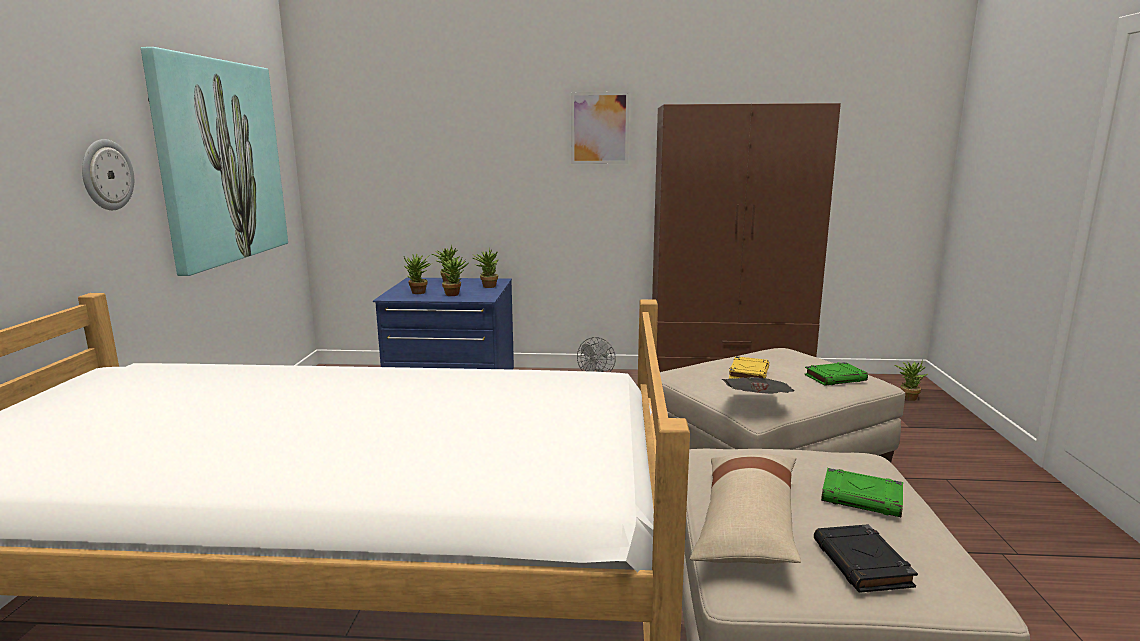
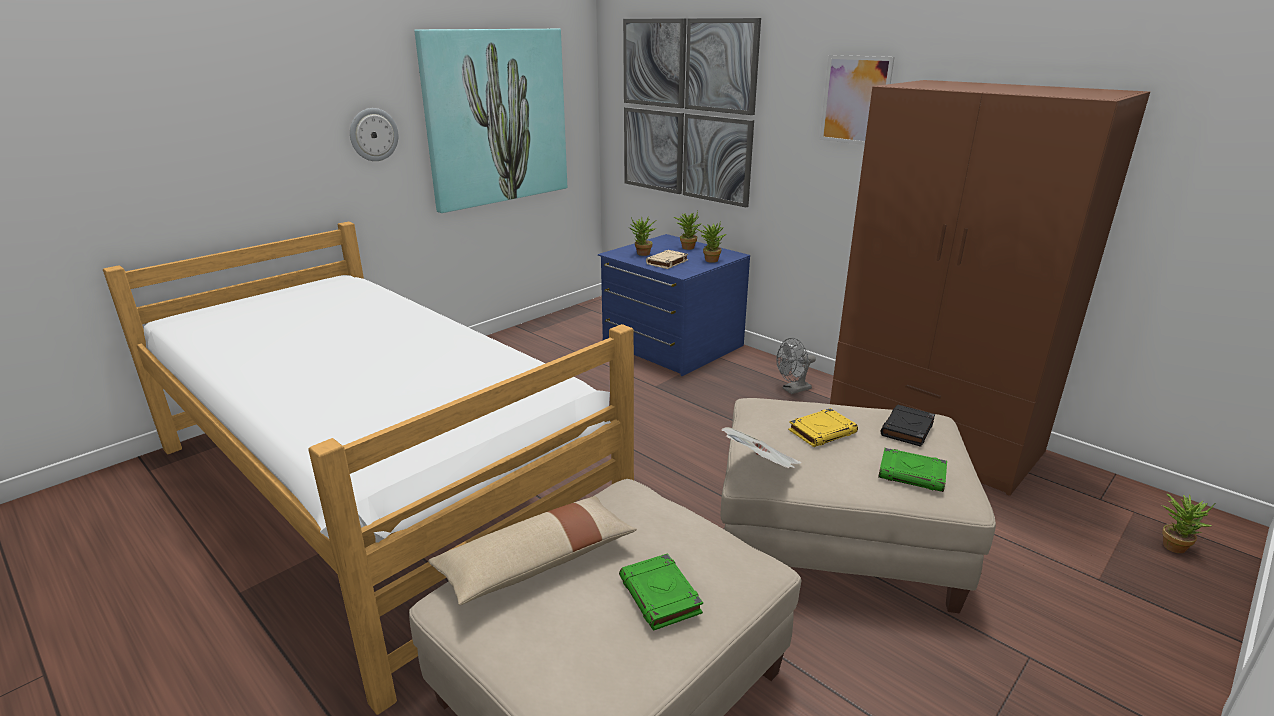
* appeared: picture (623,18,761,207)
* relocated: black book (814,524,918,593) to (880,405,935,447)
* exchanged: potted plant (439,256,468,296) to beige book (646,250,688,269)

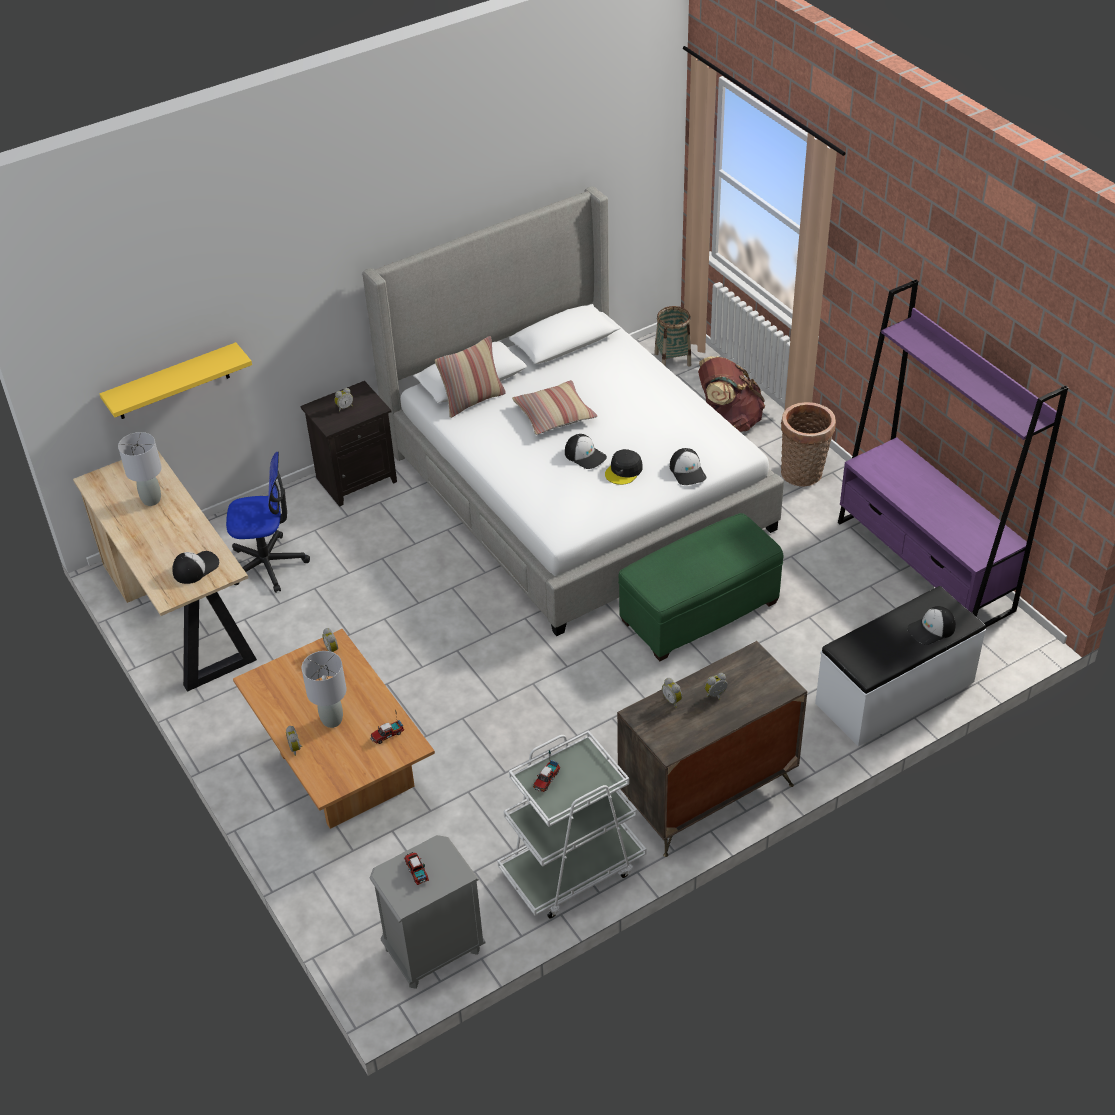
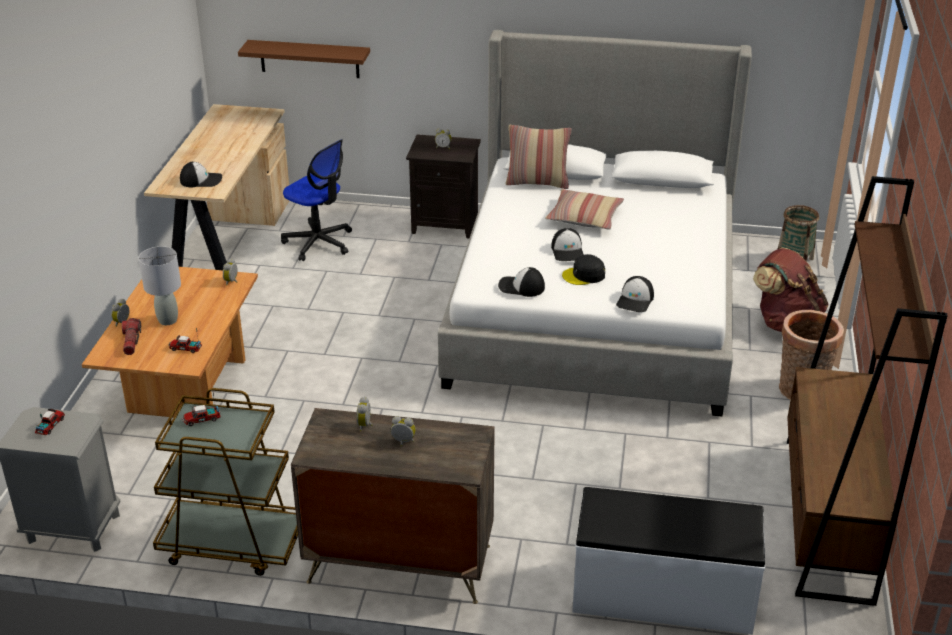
* missing: grey table lamp (118,432,162,506)
* missing: green ottoman (618,513,783,661)
* appeared: flashlight (122,318,142,355)
* relocated: cap (907,606,956,645) to (498,267,545,297)
* colour: yellow shelf (100,342,252,419) to brown shelf (238,40,370,78)
* colour: white cart (497,730,646,919) to brown cart (153,388,298,576)
* colour: purple bookcase (838,280,1068,627) to brown bookcase (787,176,948,606)

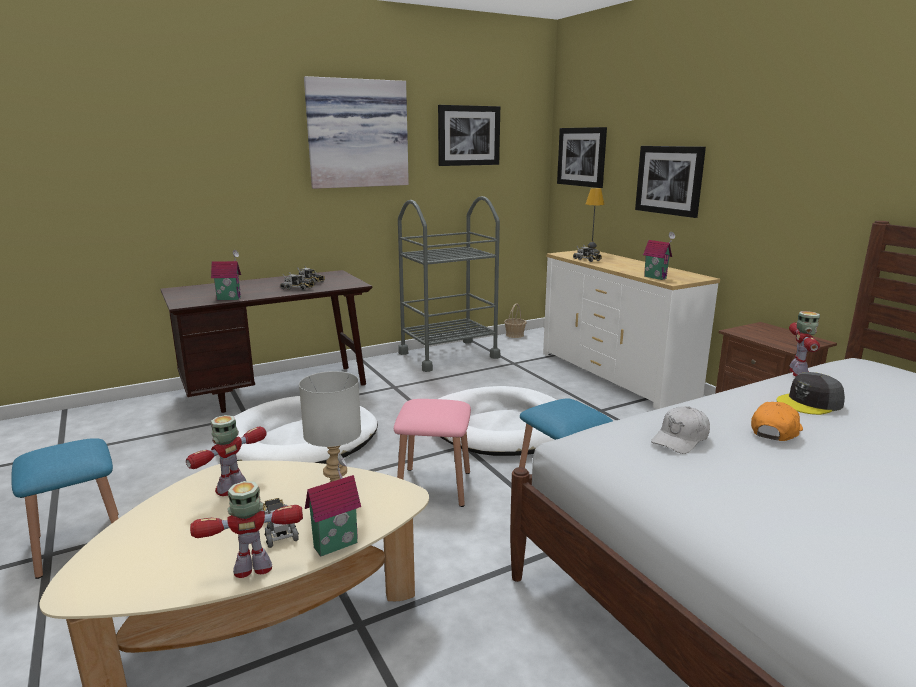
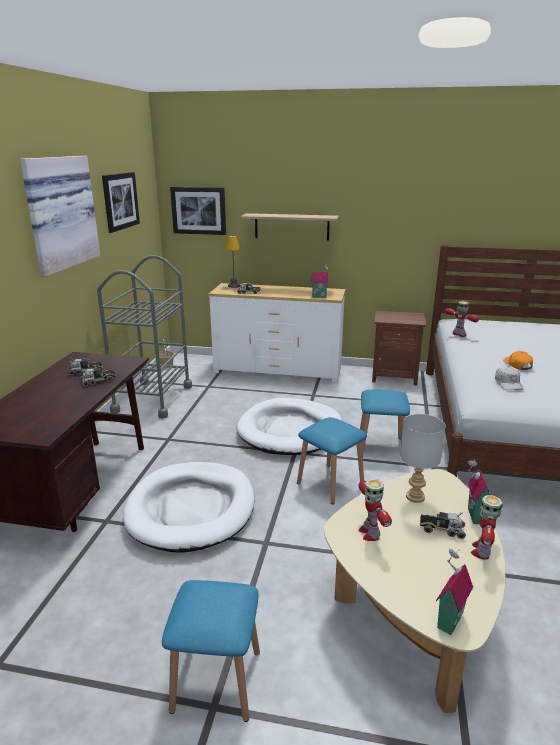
* missing: grey cap (776,372,845,415)
* relocated: toy house (211,250,241,300) to (436,549,473,635)
* exchanged: picture (635,146,706,218) to shelf (241,213,339,241)
* colour: pink stool (394,399,471,507) to blue stool (297,417,367,505)

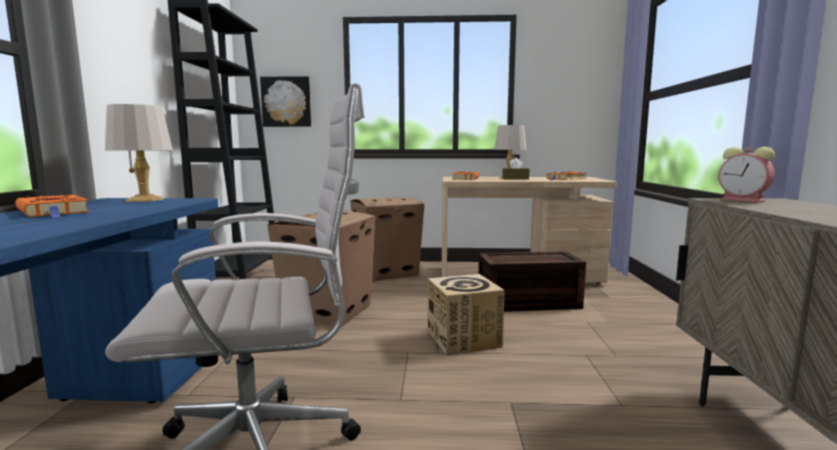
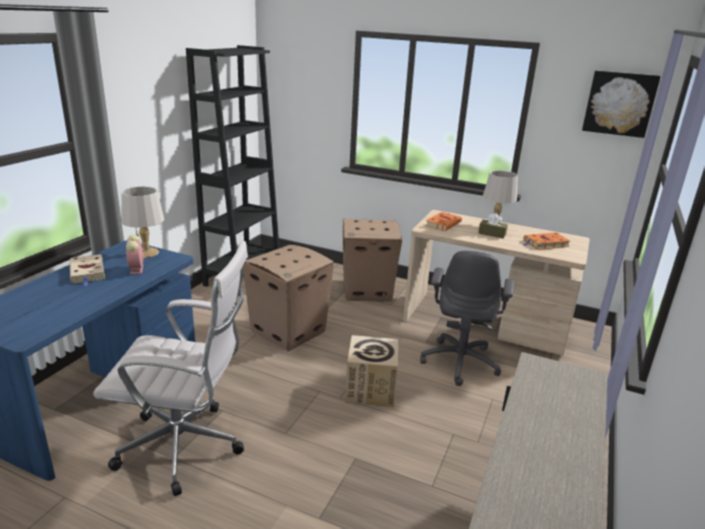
* relocated: picture (260,76,311,127) to (582,71,661,138)
* relocated: alarm clock (718,147,775,203) to (126,234,146,275)
* exchanged: brown storage box (478,251,586,312) to grey office chair (420,251,514,386)
* colour: orange book (15,195,90,218) to beige book (70,254,105,286)

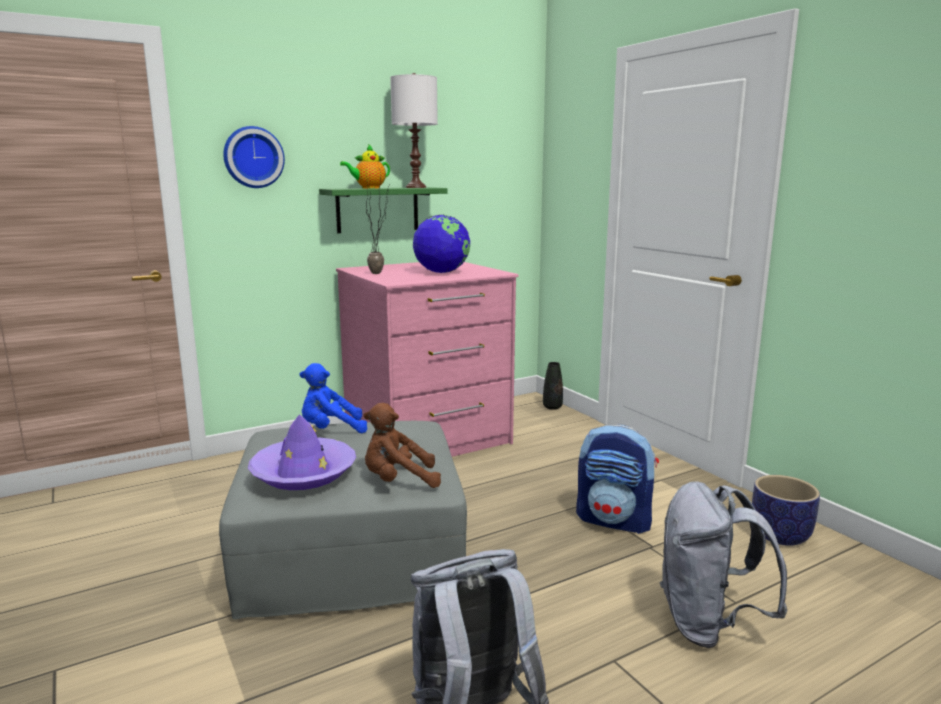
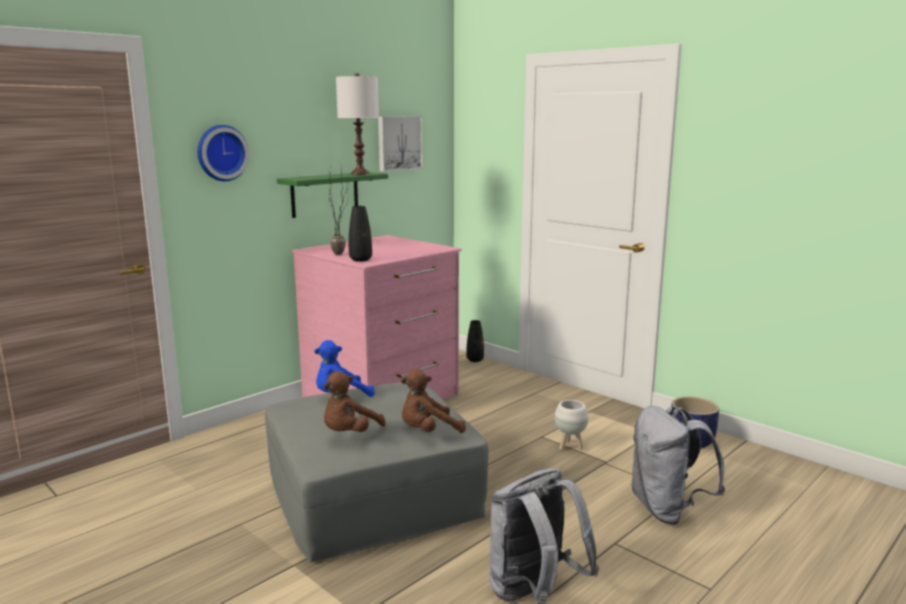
* missing: teapot (340,144,390,189)
* missing: globe (413,214,470,273)
* appeared: black vase (349,206,372,262)
* appeared: picture (378,116,423,172)
* exchanged: purple hat (248,414,356,490) to brown plush toy (324,371,386,432)
* exchanged: backpack (576,425,659,534) to white planter (555,400,588,450)

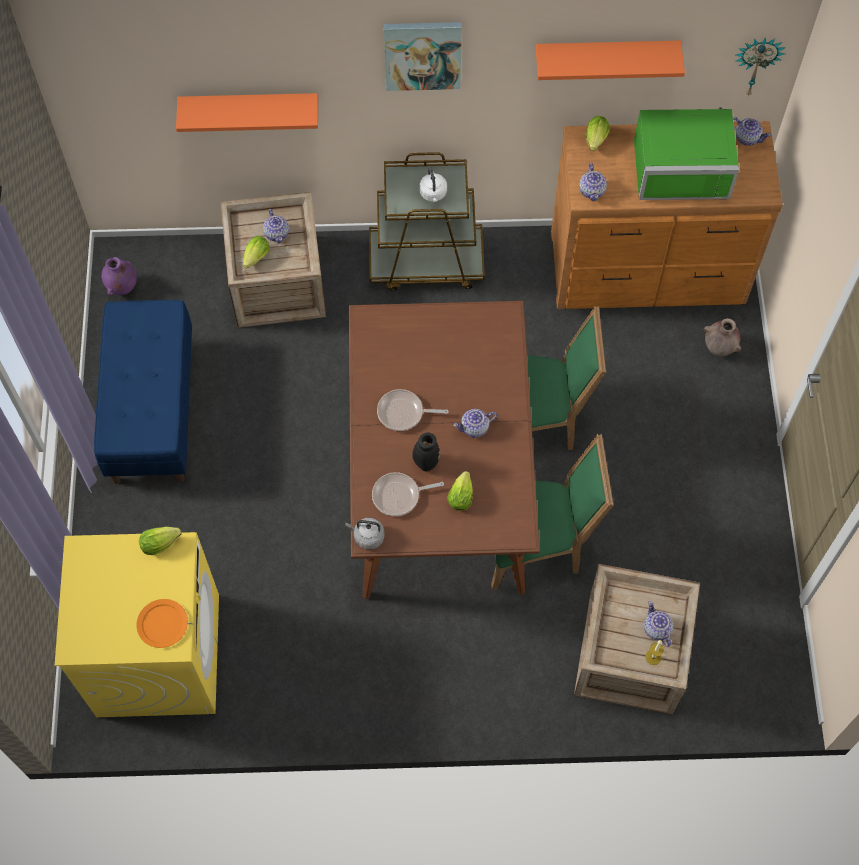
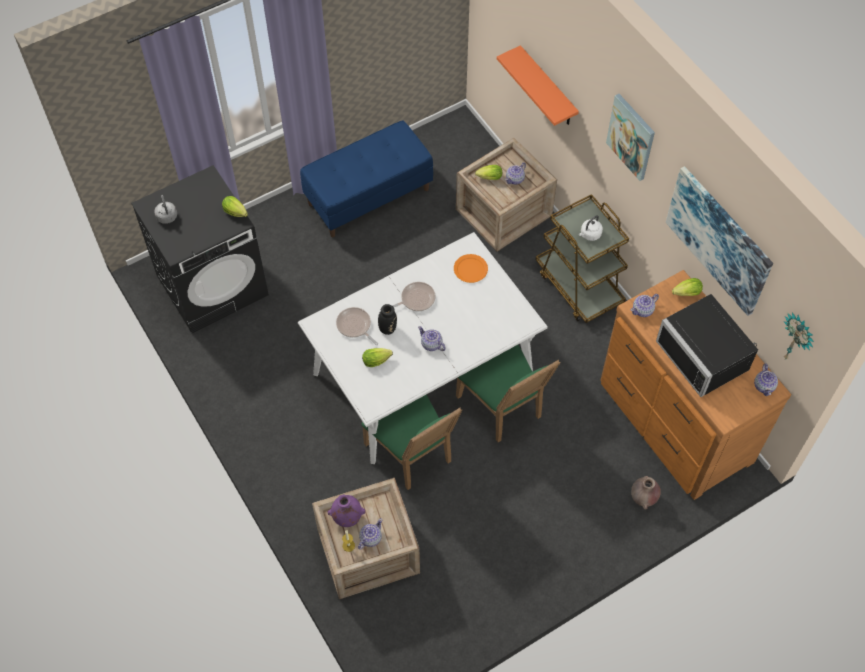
* relocated: purple vase (101,257,137,296) to (328,494,365,527)
* relocated: orange plate (136,599,188,648) to (454,254,488,283)
* relocated: grey kettle (345,518,384,550) to (154,195,177,224)
* exchanged: orange shelf (536,40,685,80) to picture (666,166,773,316)
* colour: yellow washing machine (55,532,219,717) to black washing machine (131,165,269,333)
* colour: brown dining table (349,301,540,599) to white dining table (298,232,548,464)
* colour: green microwave (634,107,739,200) to black microwave (656,294,758,397)
* spun: frying pan (377,389,448,431) = (392,282,435,311) 90 degrees clockwise

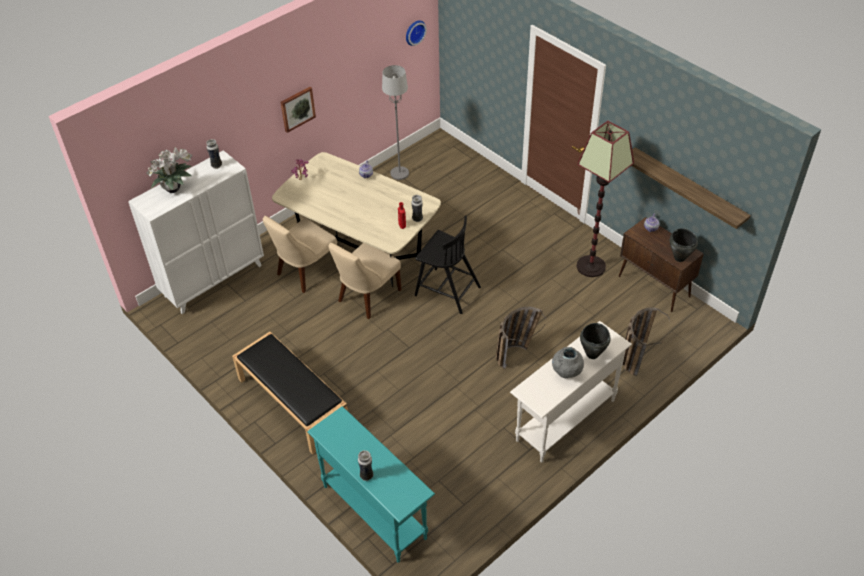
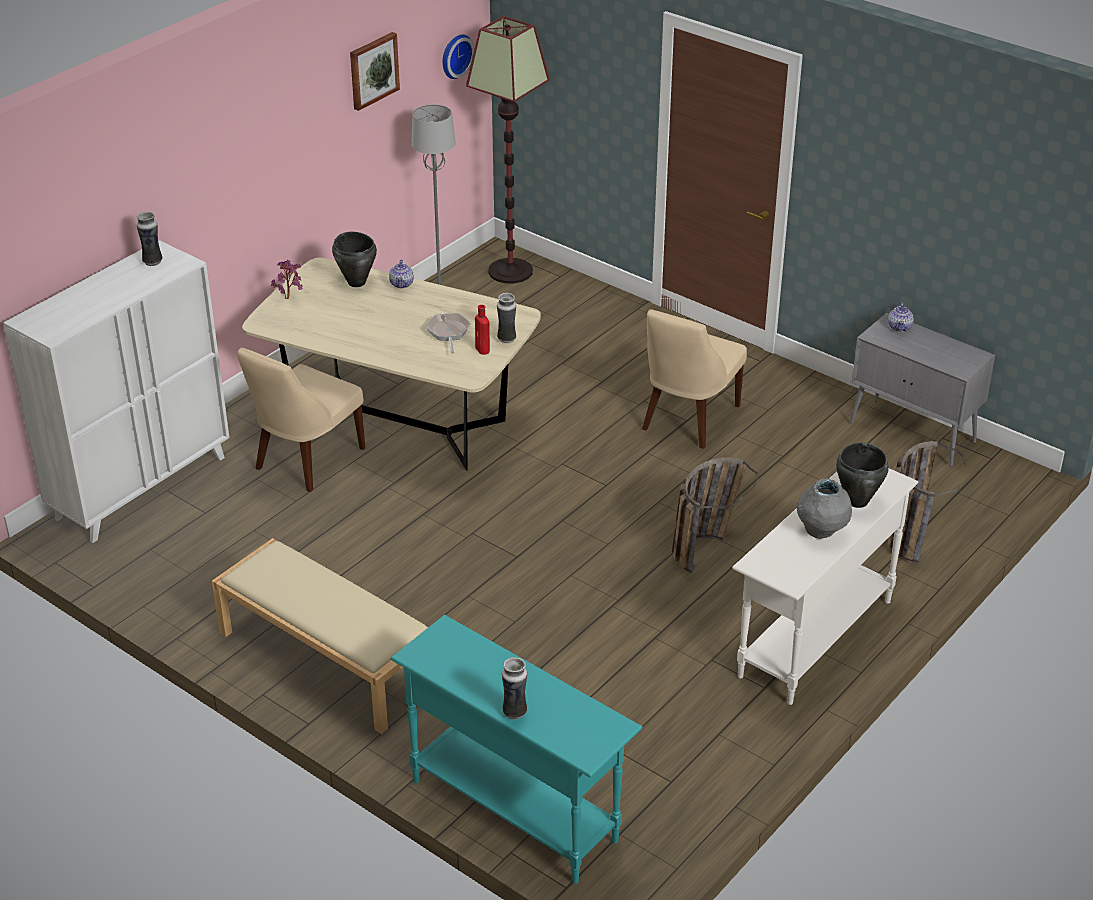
* missing: potted plant (146,148,193,193)
* missing: black chair (415,216,481,314)
* missing: shelf (631,147,751,229)
* appeared: frying pan (425,313,471,354)
* relocated: picture (281,87,316,133) to (350,32,400,111)
* relocated: beige chair (329,243,401,319) to (642,309,747,449)
* relocated: floor lamp (577,121,634,277) to (466,16,550,283)
* relocated: black cooking pot (670,228,698,262) to (332,232,377,287)
* colour: black bench (232,332,348,454) to beige bench (212,538,428,734)
* colour: brown cabinet (619,217,704,312) to grey cabinet (850,313,995,467)

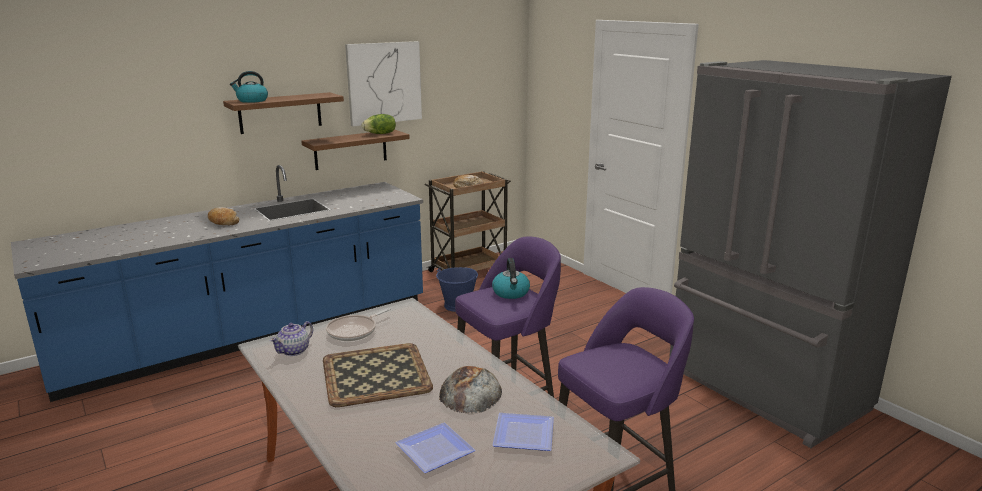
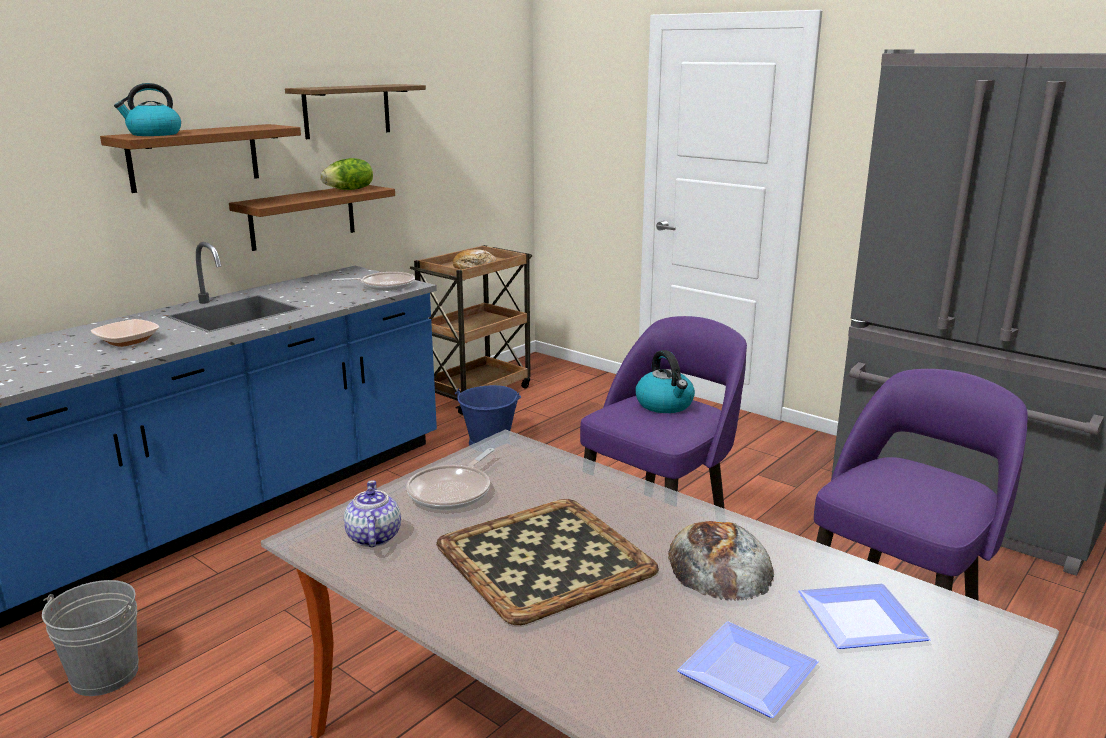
* appeared: grey bucket (42,580,139,696)
* appeared: frying pan (332,272,415,291)
* exchanged: bread (208,207,239,225) to bowl (91,319,159,347)
* exchanged: picture (345,41,422,127) to shelf (285,84,426,139)
* spun: teapot (270,321,313,356) = (344,480,401,548) 150 degrees clockwise

